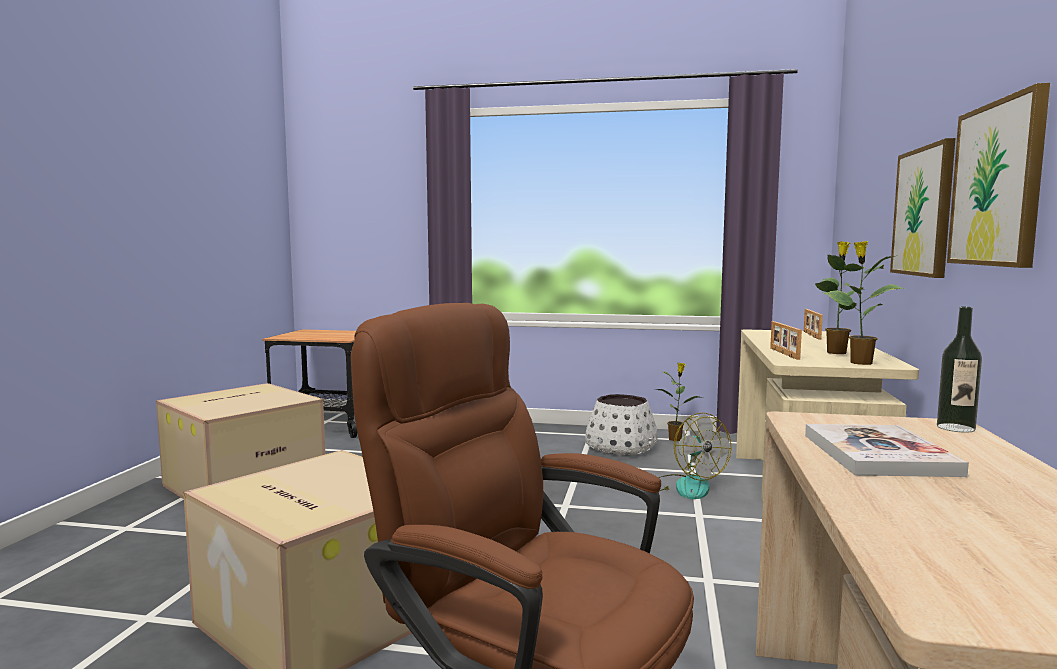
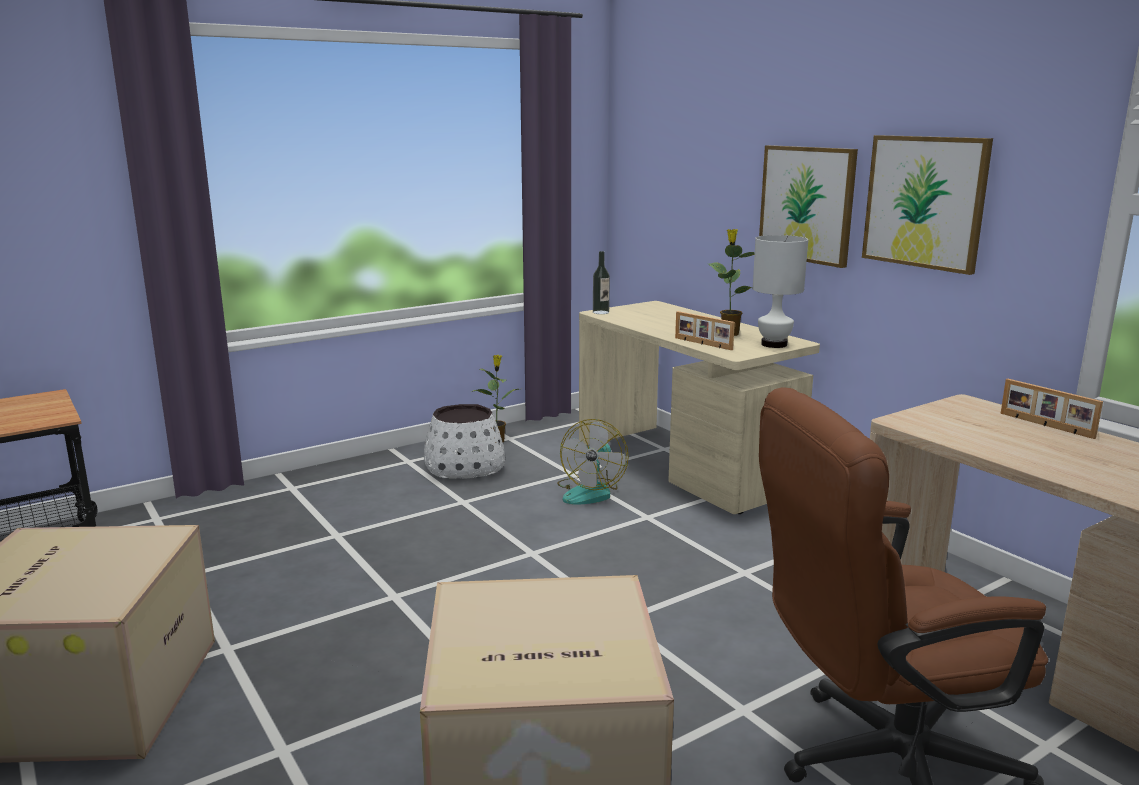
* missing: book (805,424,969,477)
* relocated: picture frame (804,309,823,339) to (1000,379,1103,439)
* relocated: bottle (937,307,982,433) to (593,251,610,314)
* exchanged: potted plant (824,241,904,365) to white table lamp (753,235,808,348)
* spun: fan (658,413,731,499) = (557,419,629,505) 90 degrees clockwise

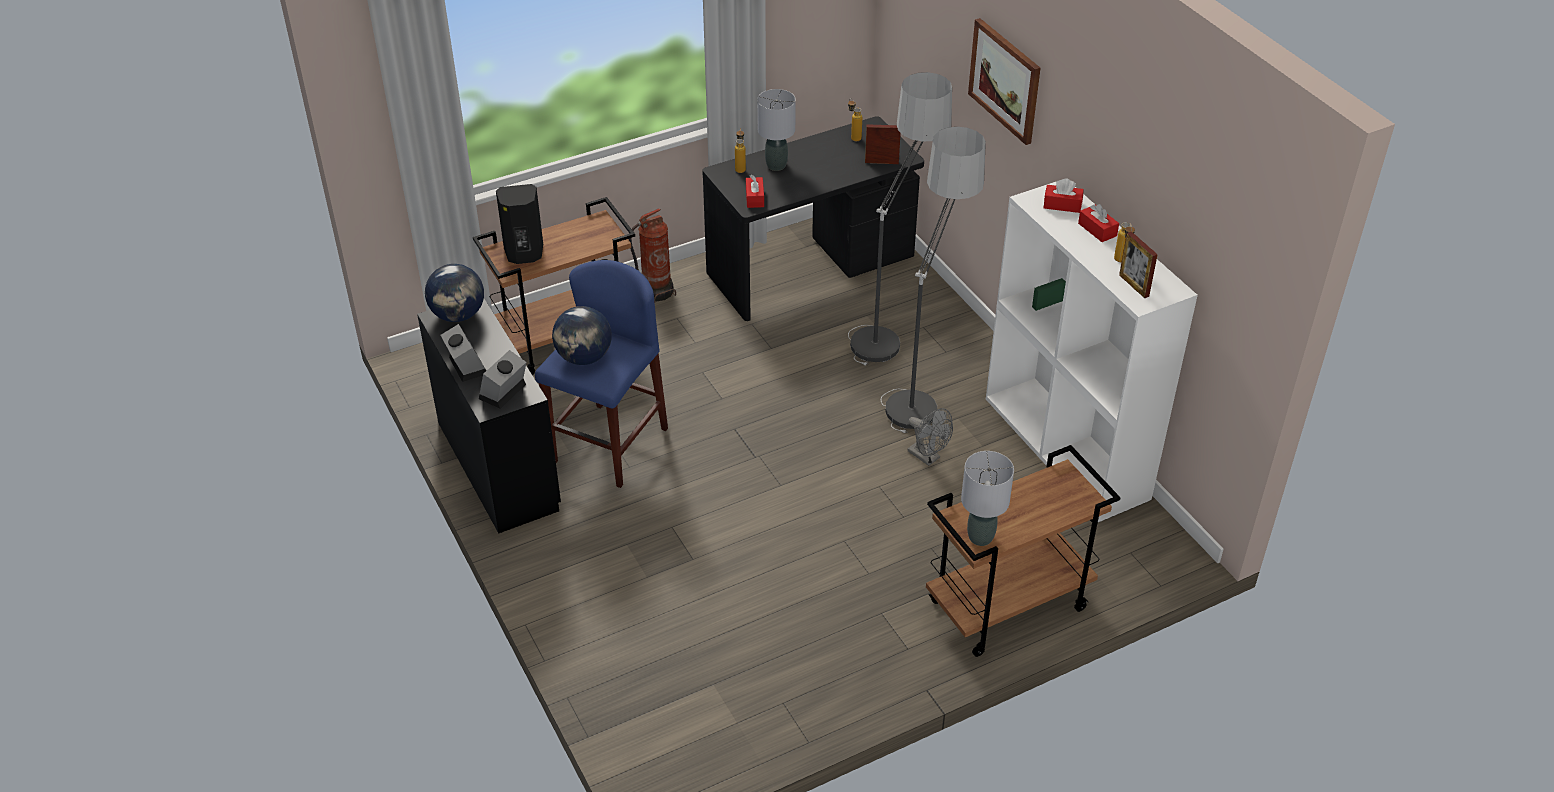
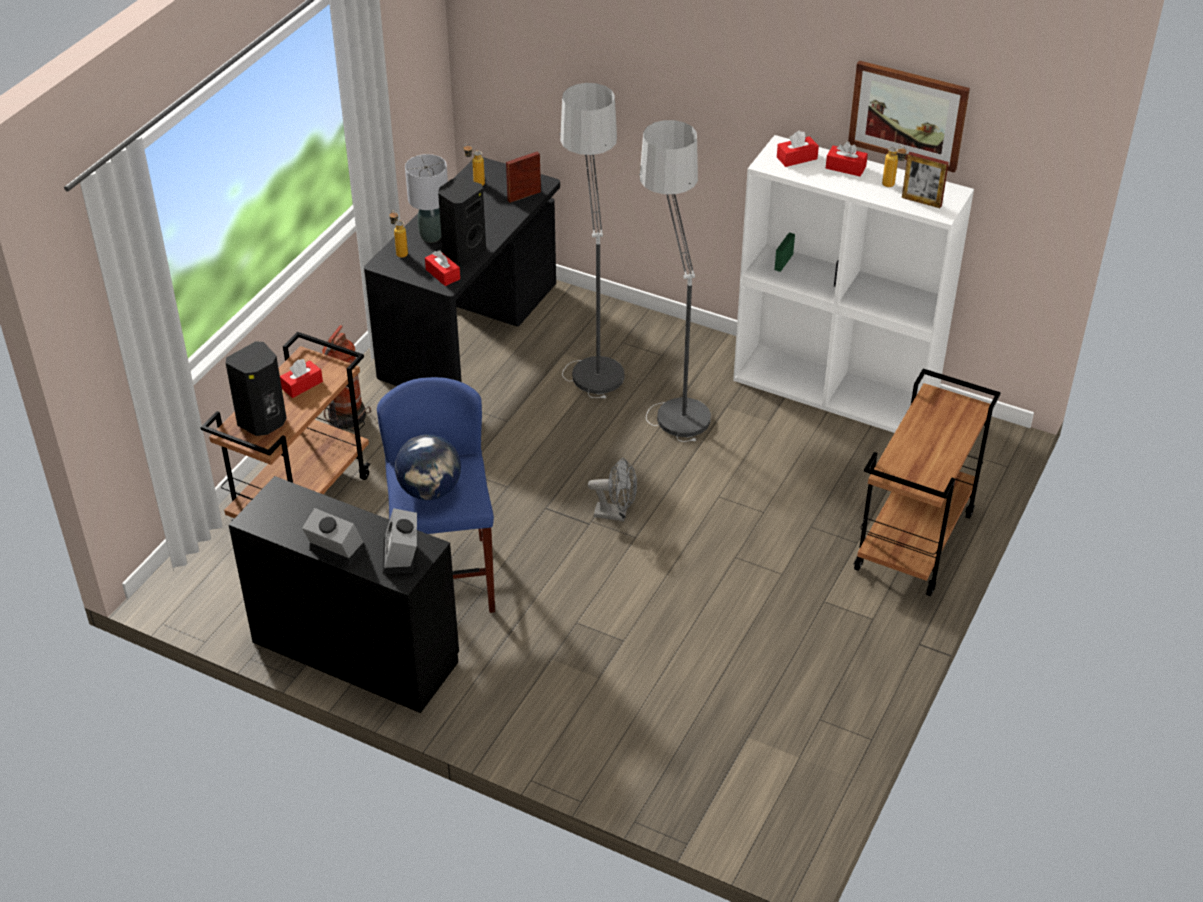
* missing: globe (425,264,484,322)
* missing: grey table lamp (961,451,1014,546)
* appeared: red tissue box (280,359,323,398)
* appeared: black speaker (438,178,486,265)
* relocated: grey fan (908,408,953,466) to (588,458,637,521)
* relocated: picture (968,18,1041,145) to (848,61,970,173)

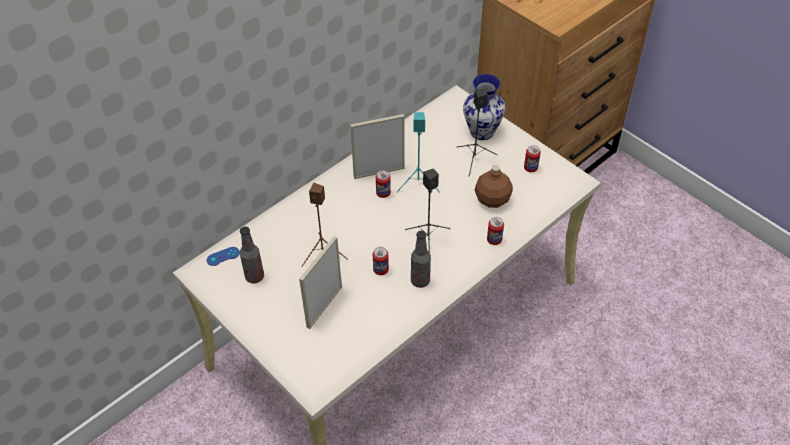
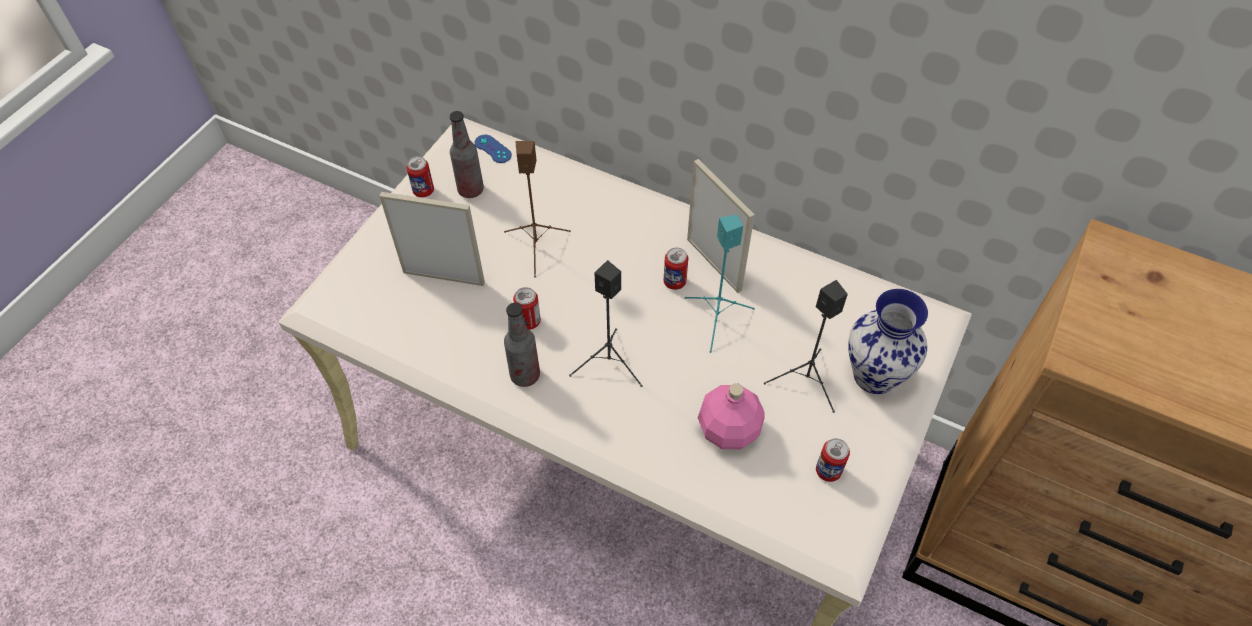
* relocated: can (487,217,504,245) to (406,156,434,198)
* colour: brown bottle (475,165,513,208) to pink bottle (698,384,765,449)

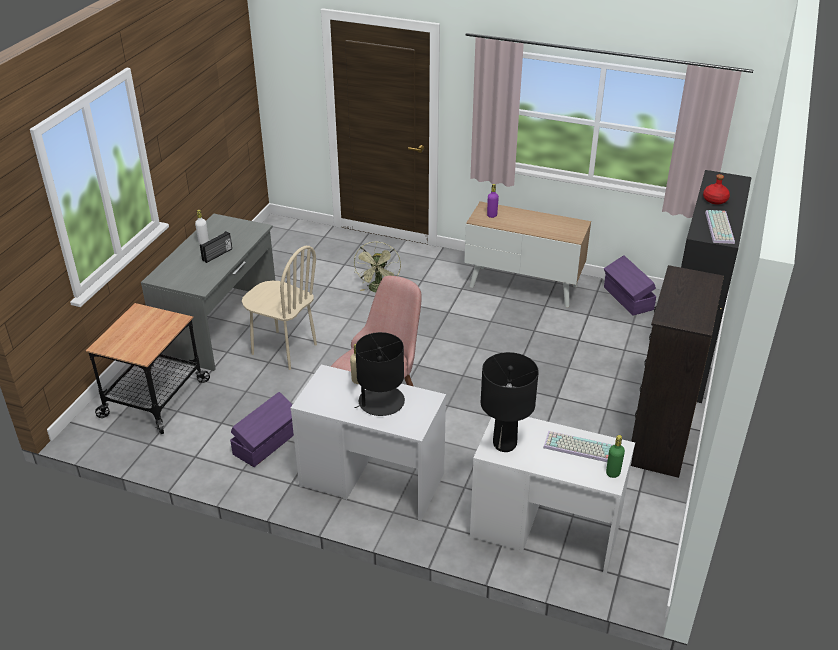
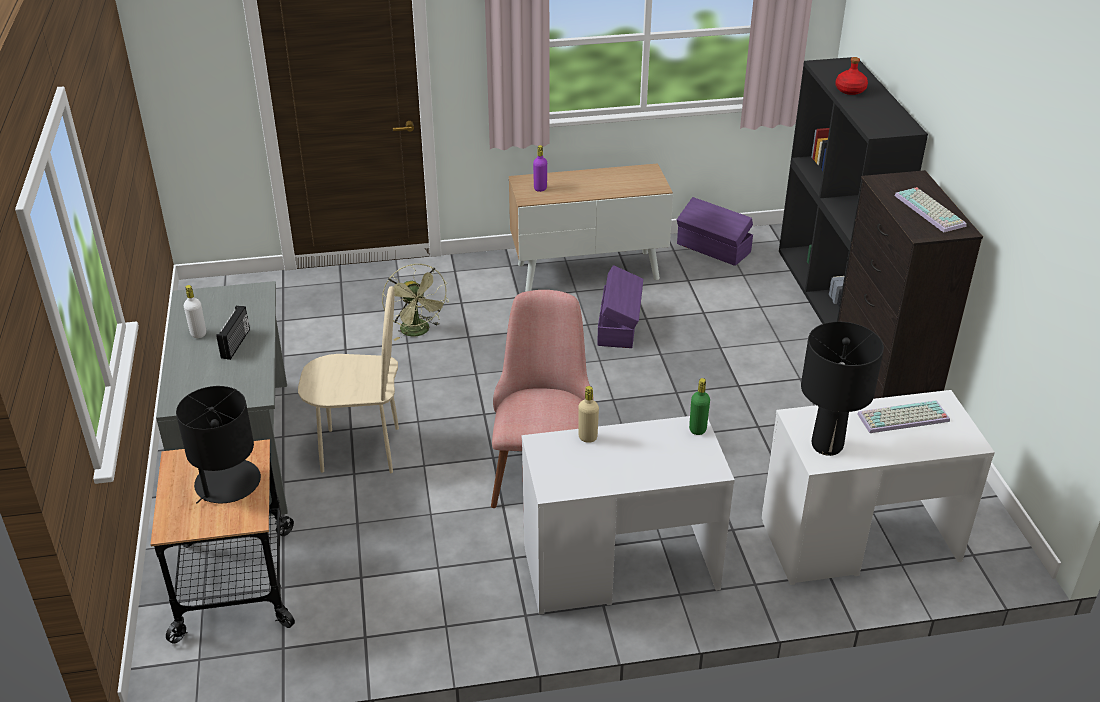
* relocated: purple storage box (230,392,294,467) to (597,265,643,348)
* relocated: black table lamp (354,332,405,416) to (176,386,261,504)
* relocated: green bottle (606,435,625,478) to (689,378,710,435)
* relocated: keyboard (705,210,735,244) to (894,187,967,232)

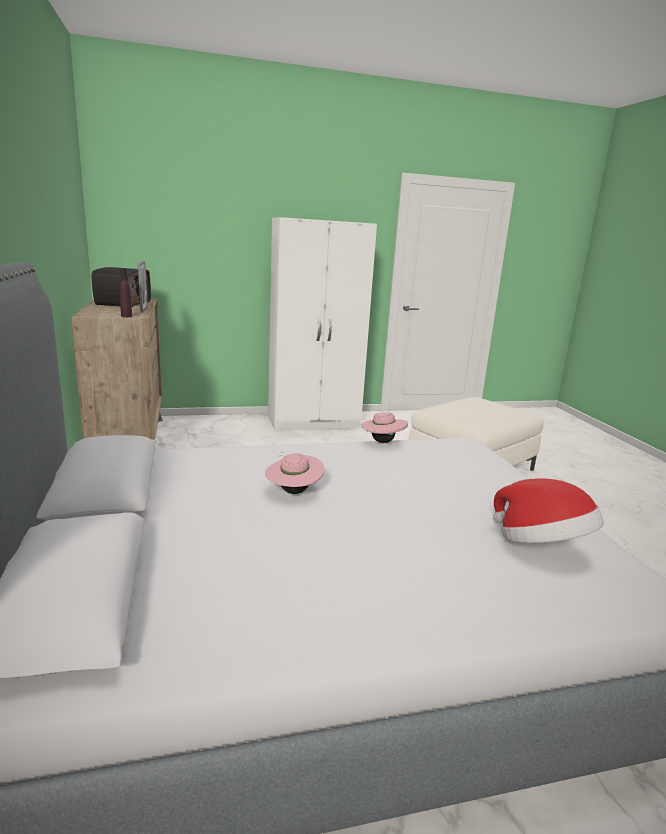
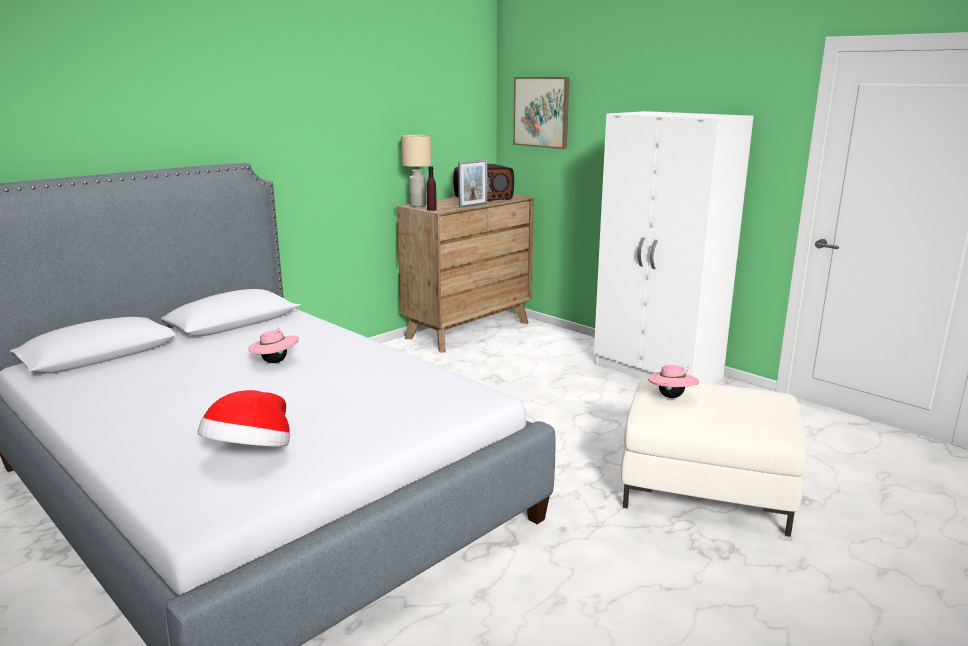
* appeared: beige table lamp (401,135,432,207)
* appeared: picture (513,77,569,149)
* relocated: pink hat (361,410,408,443) to (648,365,699,398)

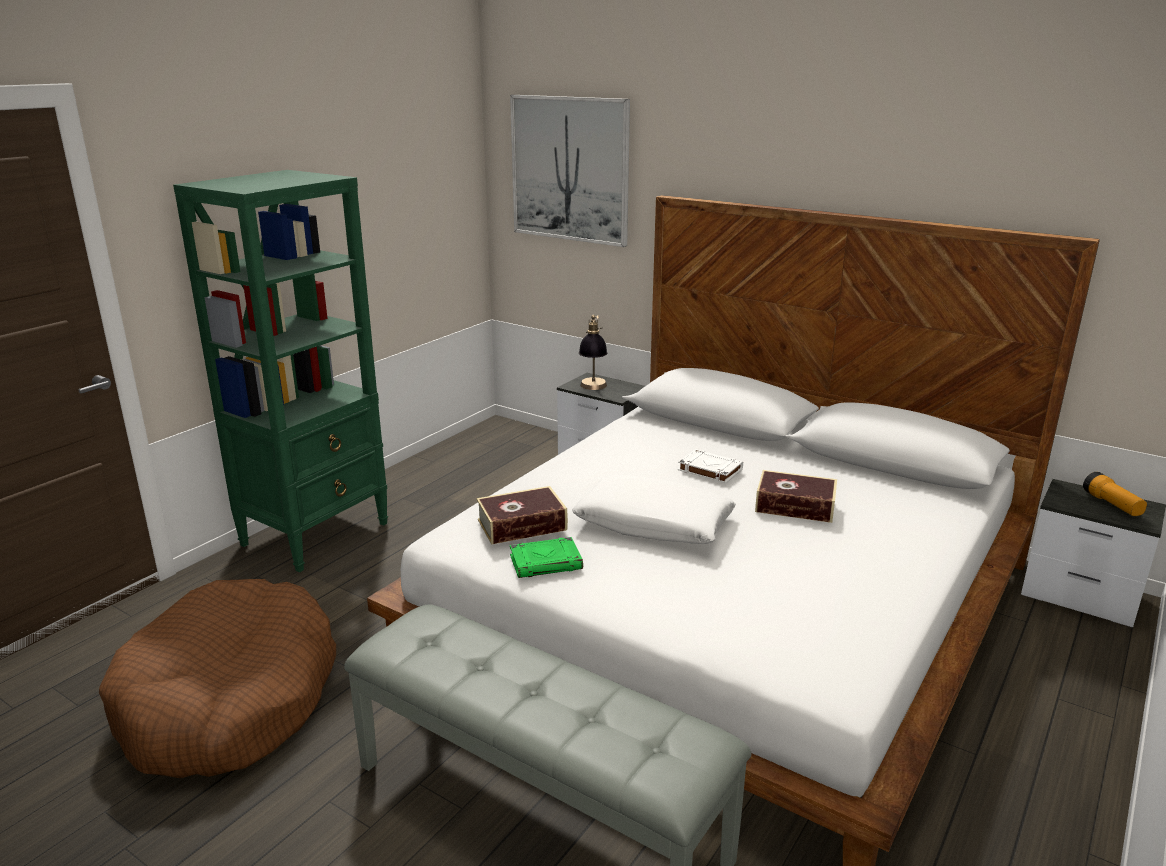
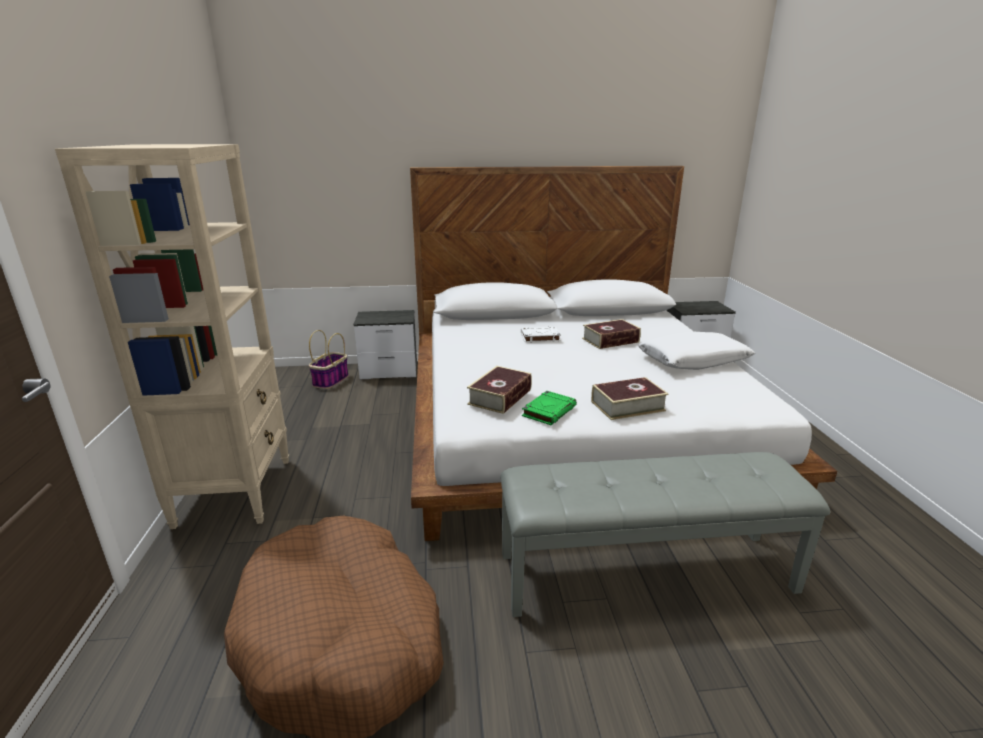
* missing: picture (510,95,630,247)
* missing: table lamp (579,315,608,390)
* missing: flashlight (1083,472,1147,516)
* appeared: basket (309,330,349,389)
* appeared: book (591,377,668,420)
* relocated: white pillow (572,475,736,544) to (638,332,755,370)
* colour: green bookcase (173,170,388,573) to beige bookcase (55,144,289,529)

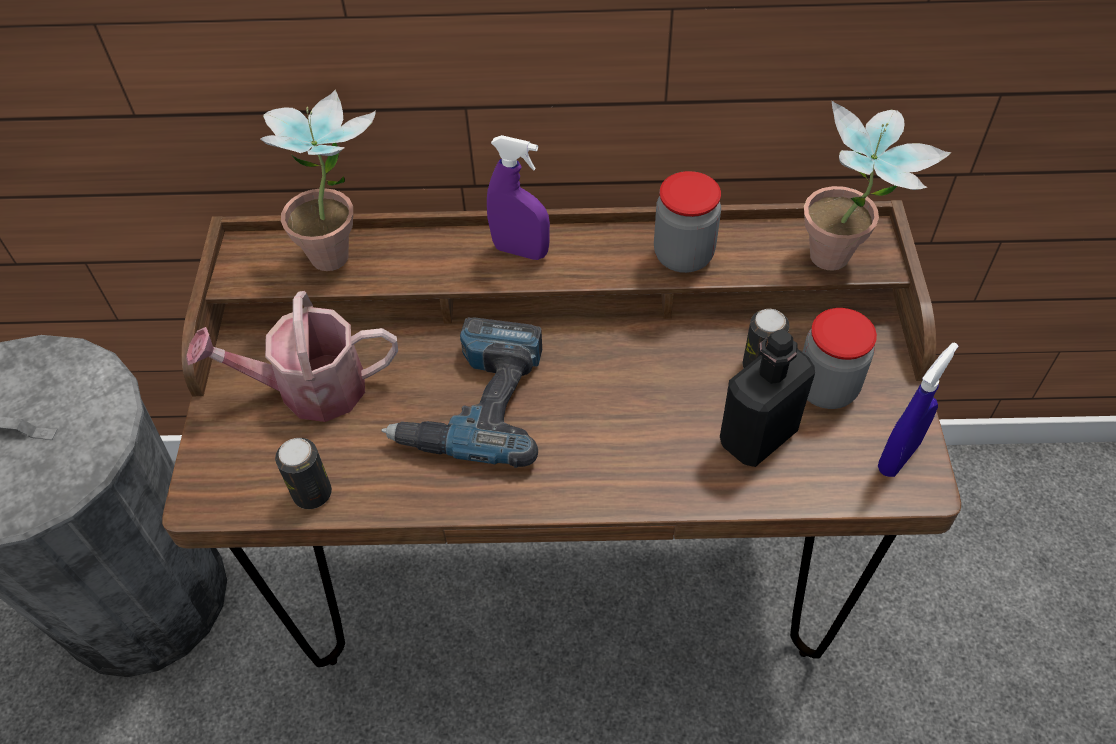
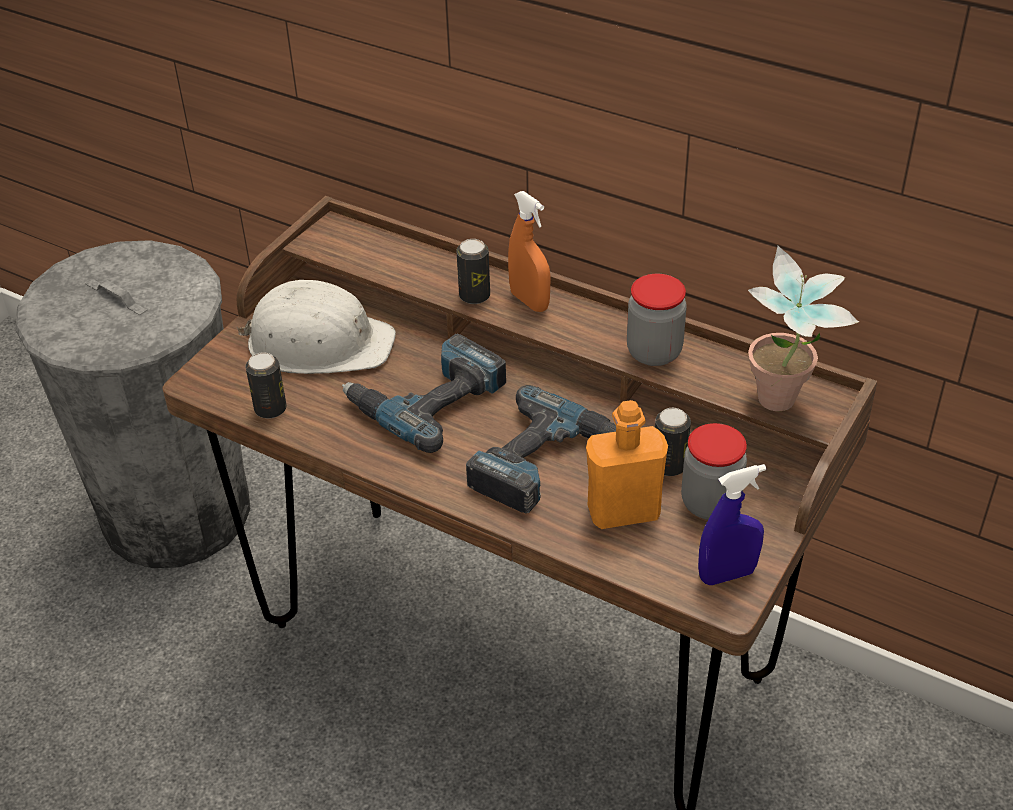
* missing: potted plant (261,89,376,271)
* appeared: can (456,239,490,304)
* appeared: power drill (466,385,616,514)
* exchanged: watering can (186,291,398,422) to white hard hat (237,280,396,374)
* colour: purple spray bottle (487,135,550,260) to orange spray bottle (508,191,551,312)
* colour: black bottle (720,329,815,467) to orange bottle (586,400,668,529)

